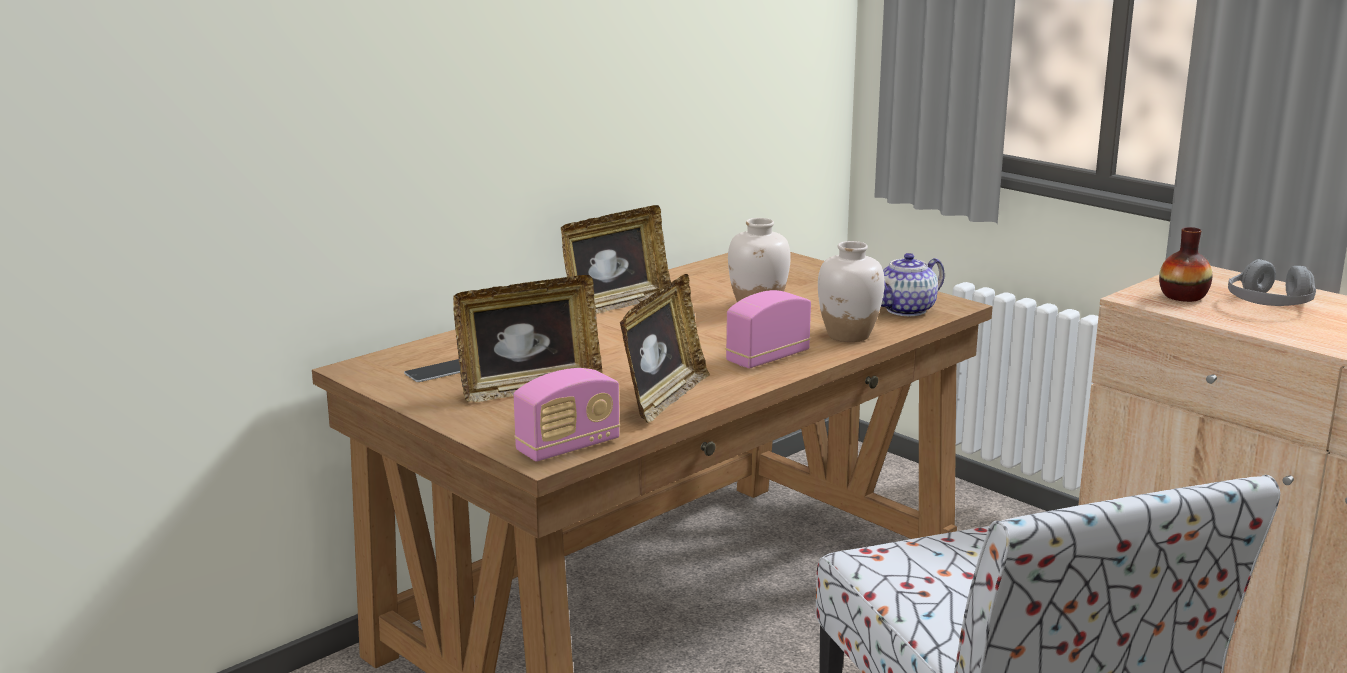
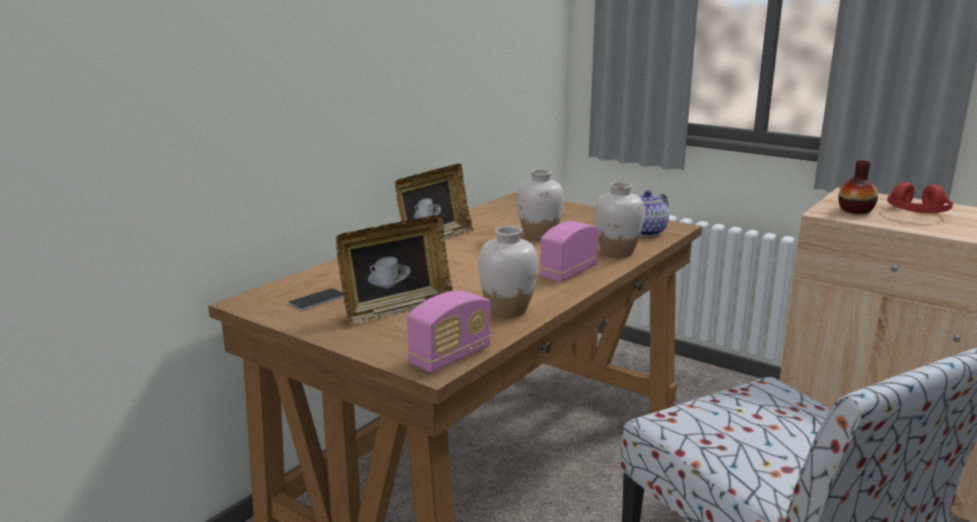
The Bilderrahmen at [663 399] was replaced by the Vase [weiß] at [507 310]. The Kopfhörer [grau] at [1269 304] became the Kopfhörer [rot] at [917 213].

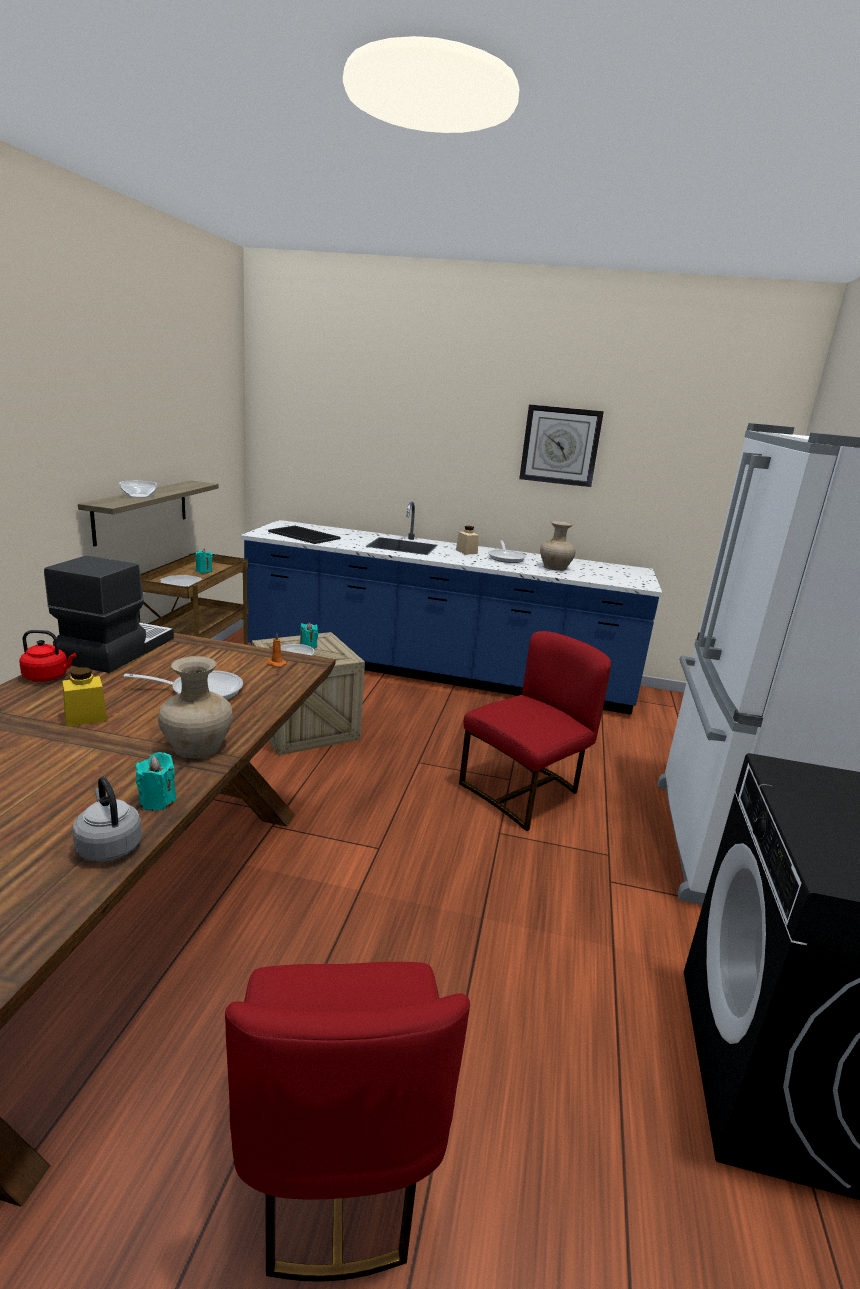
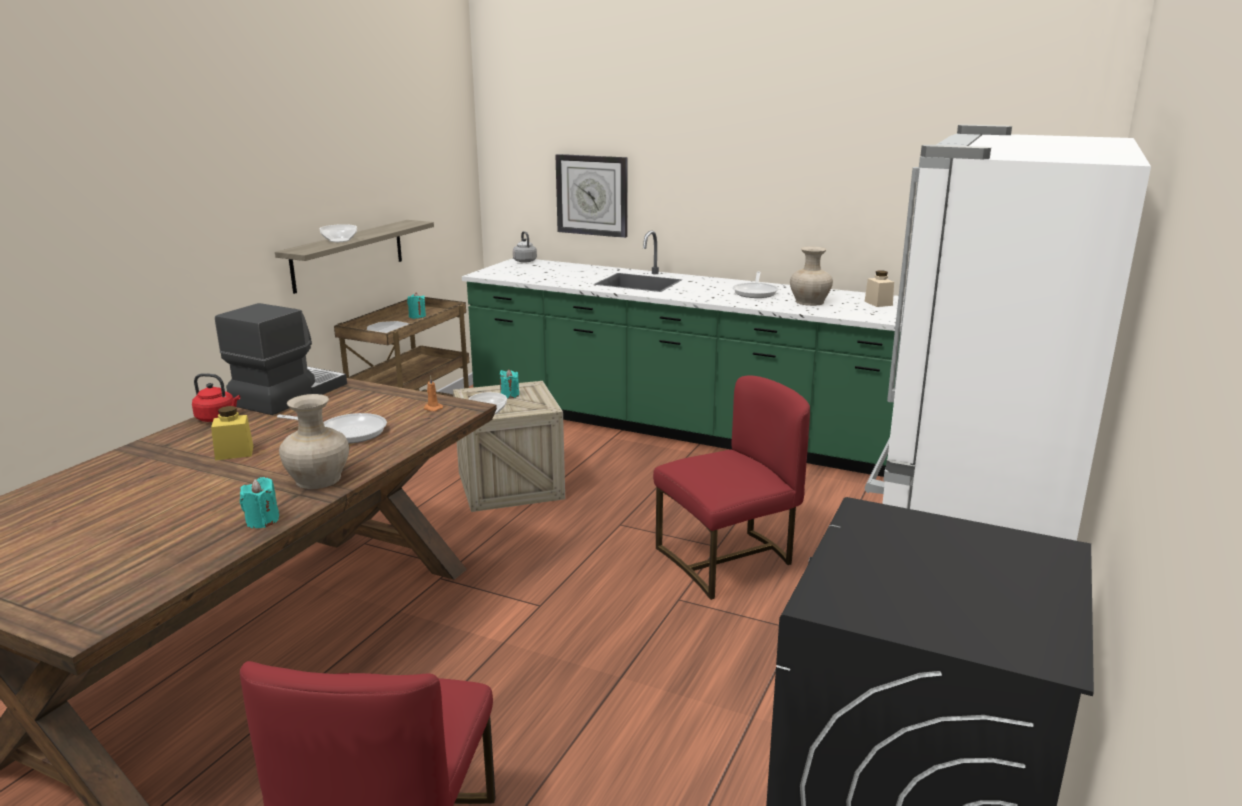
The Wasserkessel [grau] moved from [108 846] to [524 261]. The Küchenzeile [blau] at [437 671] became the Küchenzeile [grün] at [686 428]. The Tablett at [305 535] disappeared. The Vorratsglas [beige] moved from [466 552] to [878 303]. The Wanduhr moved from [560 445] to [592 195].

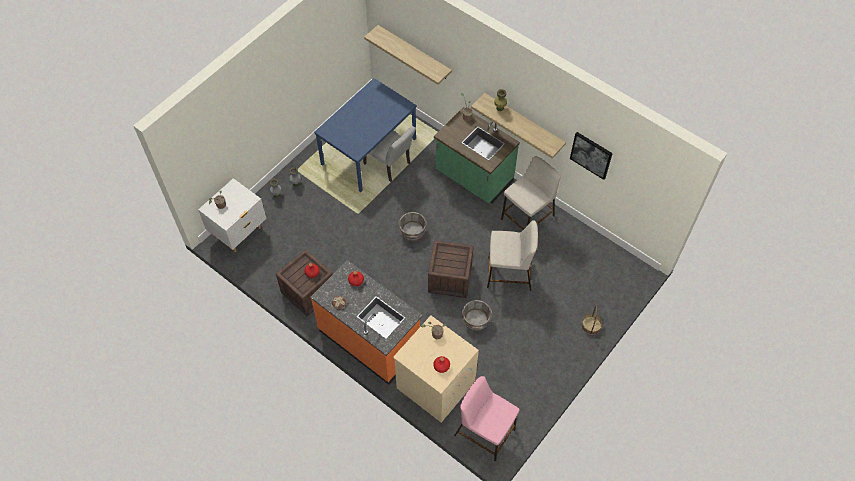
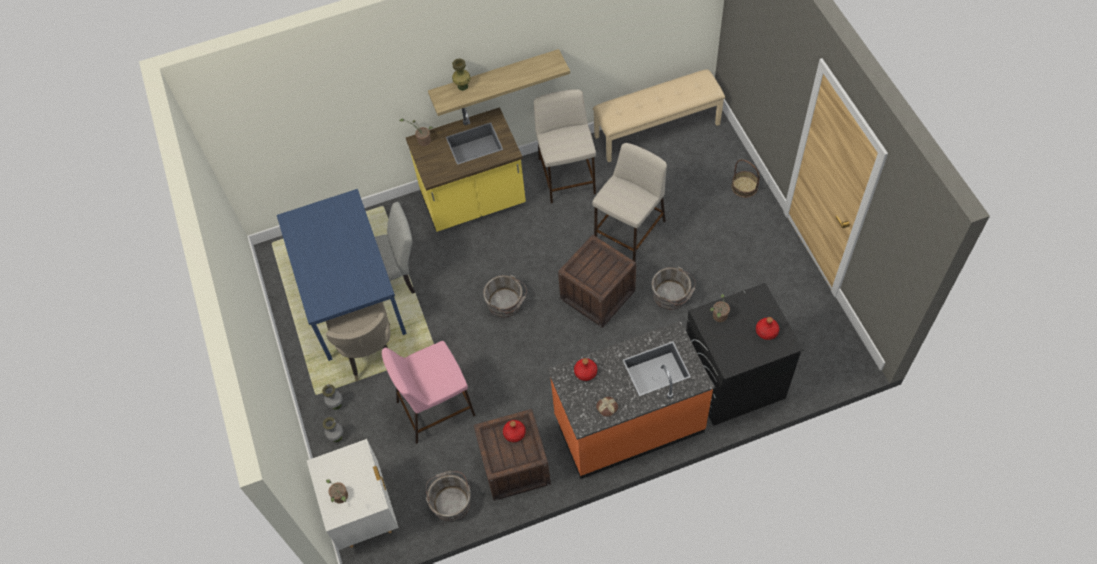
The Wandregal at [414 53] disappeared. The Waschmaschine [beige] at [435 385] became the Waschmaschine [schwarz] at [732 380]. The Küchenzeile [grün] at [473 177] became the Küchenzeile [gelb] at [473 202]. The Hocker [rosa] moved from [485 432] to [436 407]. The Bild at [591 155] disappeared. The Stuhl [beige] at [370 355] appeared. The Eimer [grau] at [451 501] appeared. The Bank [beige] at [657 129] appeared.

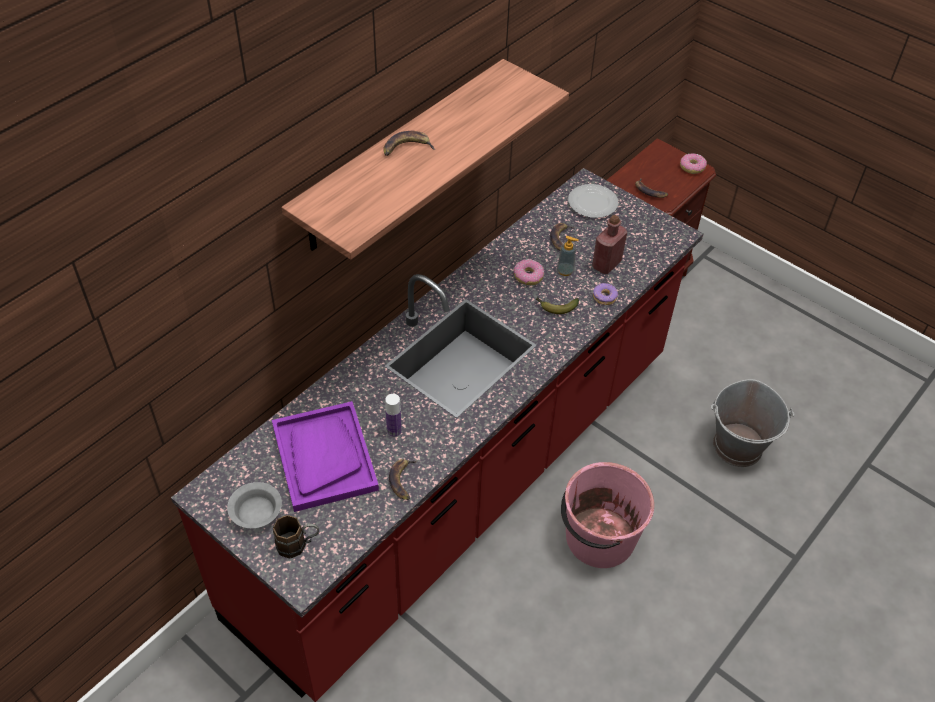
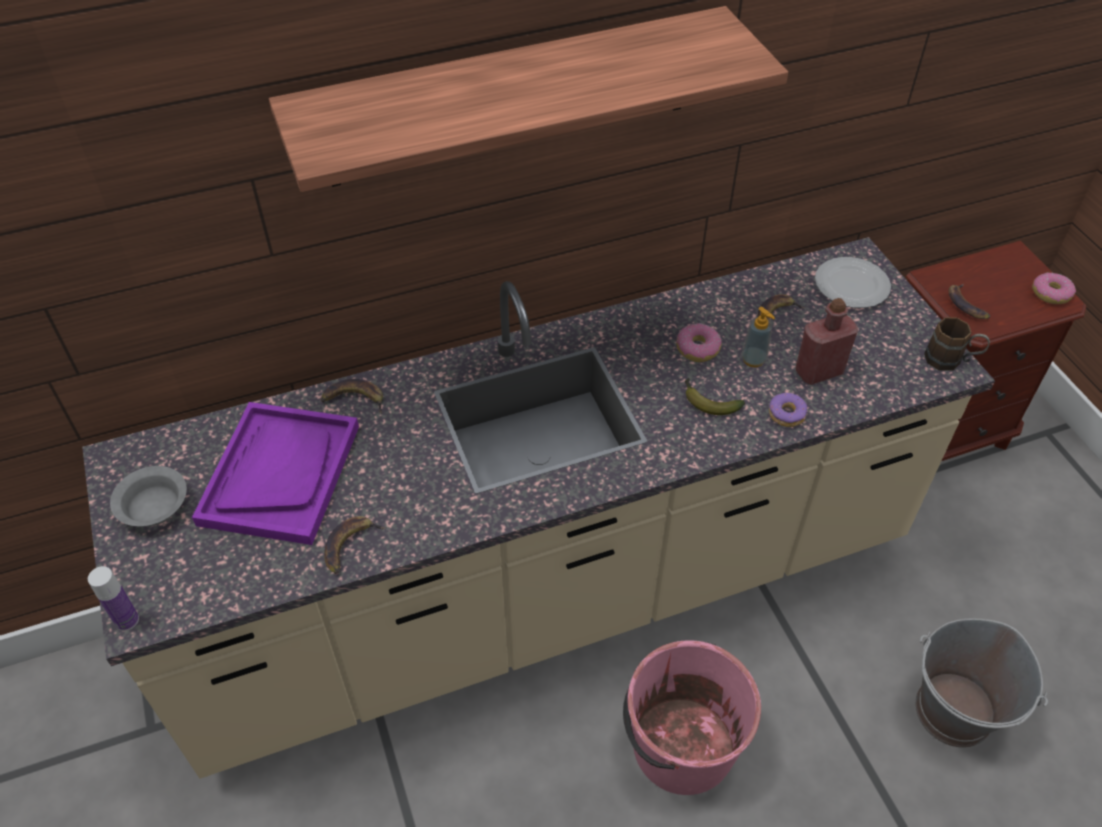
The Küchenzeile [rot] at [462 483] became the Küchenzeile [beige] at [551 592]. The Henkelbecher [braun] moved from [298 544] to [951 361]. The Banane moved from [406 147] to [354 399]. The Flasche moved from [394 431] to [127 620].

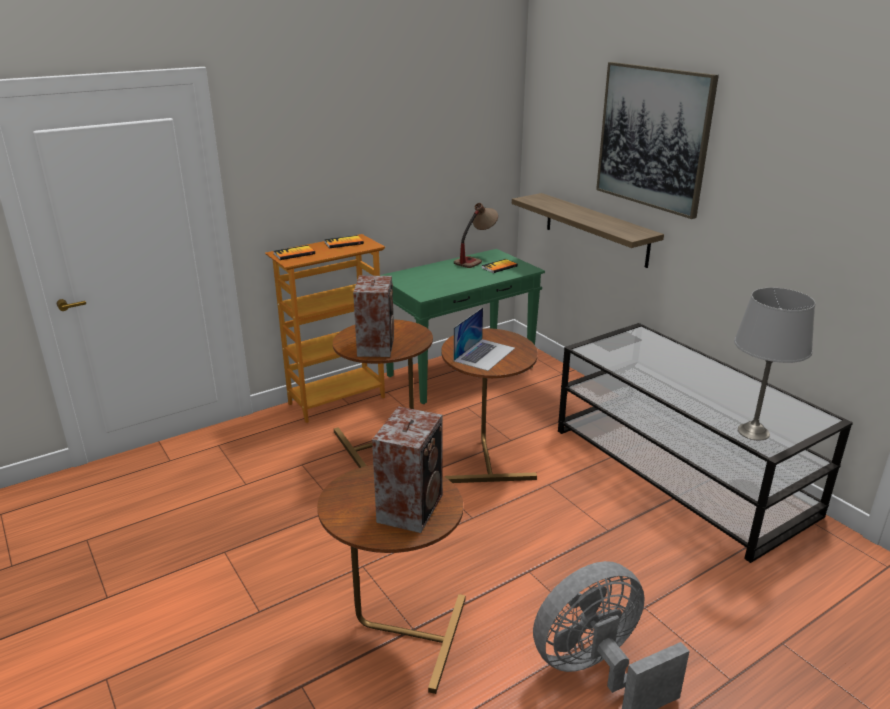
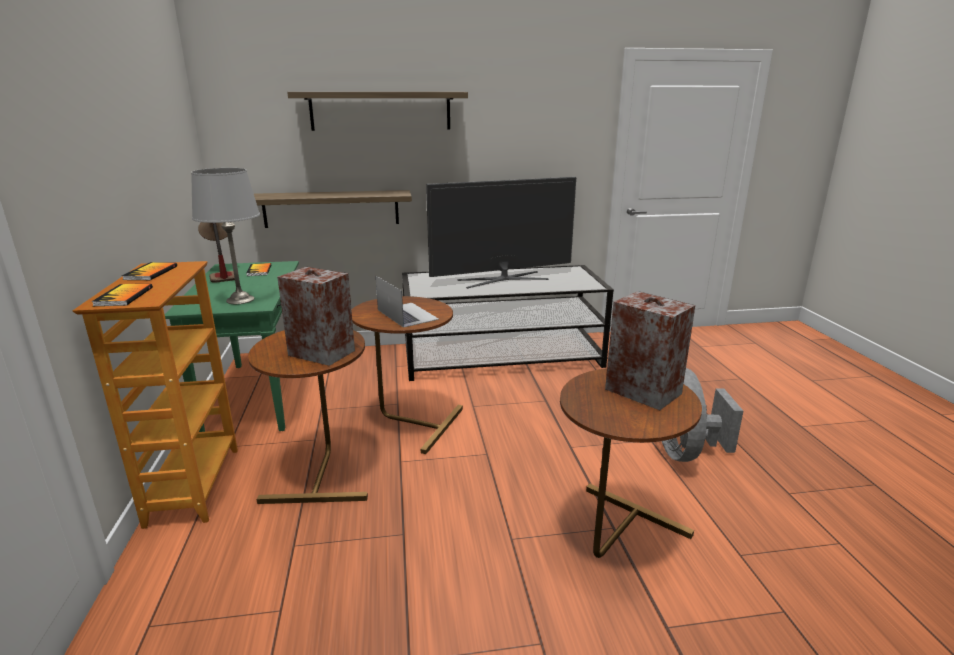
The Bild at [653 138] was replaced by the Wandregal at [380 111]. The Tischlampe [grau] moved from [752 432] to [239 300]. The Fernseher at [503 279] appeared.

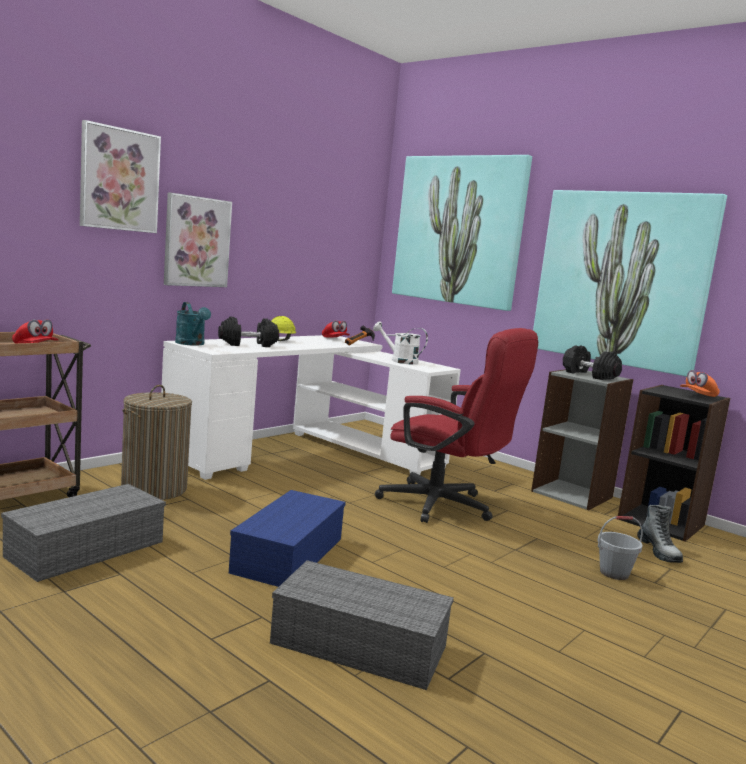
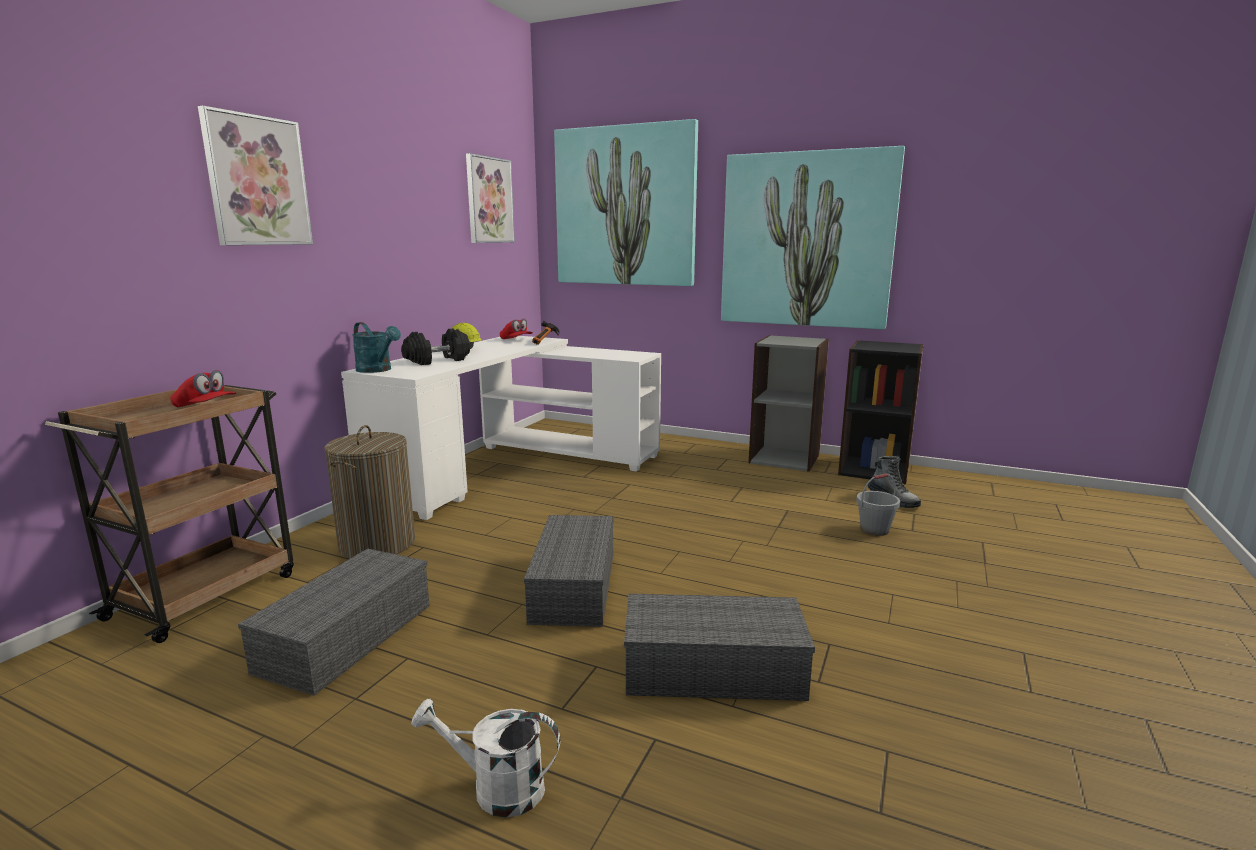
The Bild moved from [197 242] to [489 200]. The Aufbewahrungsbox [blau] at [288 554] became the Aufbewahrungsbox [grau] at [572 585]. The Gießkanne [weiß] moved from [399 361] to [496 788]. The Bürostuhl [rot] at [445 507] disappeared. The Hantel [schwarz] at [589 375] disappeared. The Kappe [orange] at [698 396] disappeared.

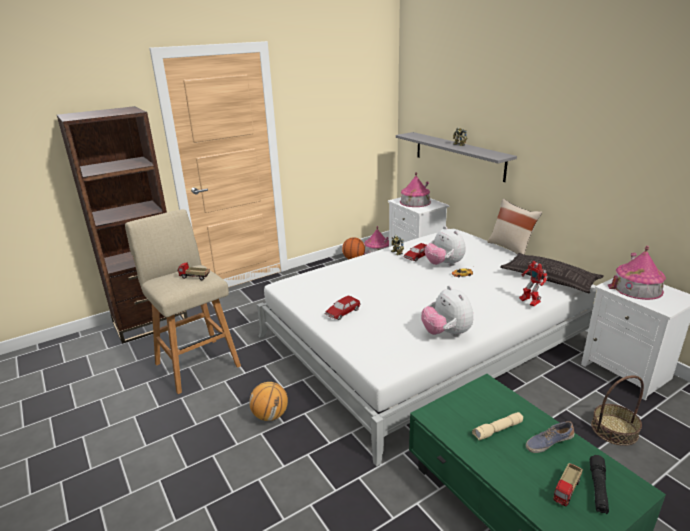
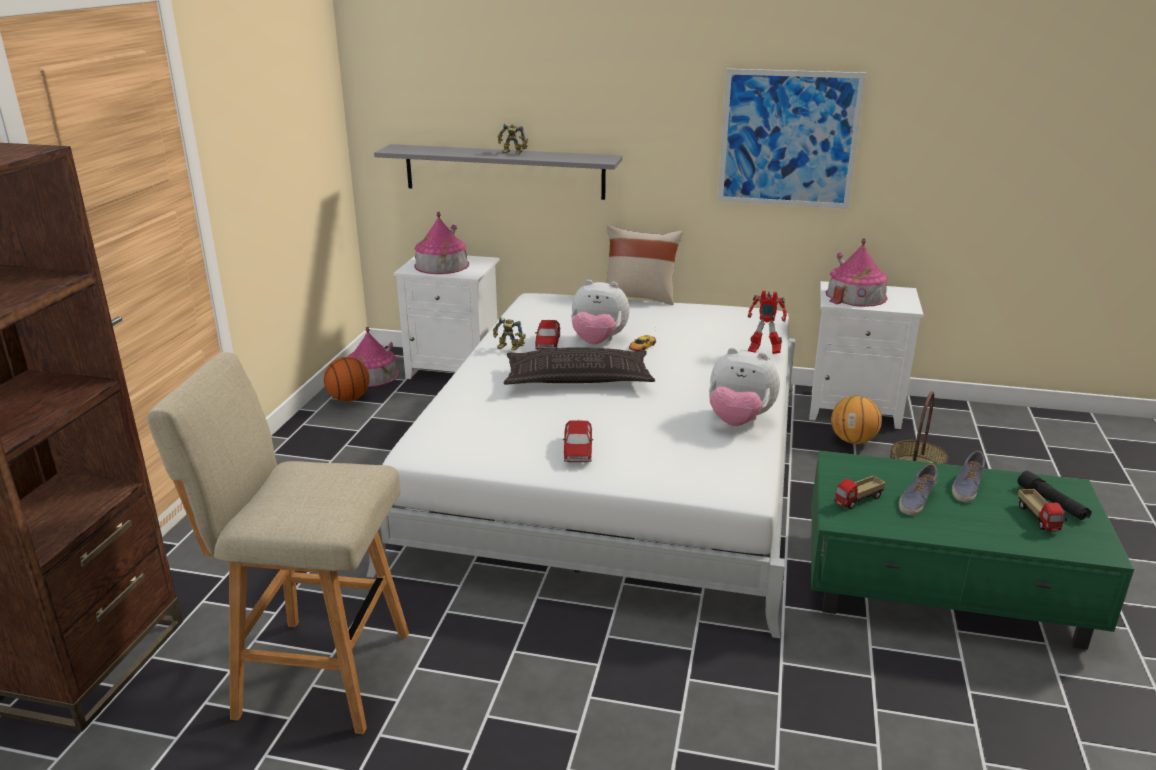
The Spielzeuglaster moved from [194 277] to [858 500]. The Basketball moved from [270 415] to [853 440]. The Taschenlampe [beige] at [497 430] was replaced by the Schuh at [916 500]. The Kissen moved from [549 278] to [578 378]. The Bild at [788 139] appeared.

